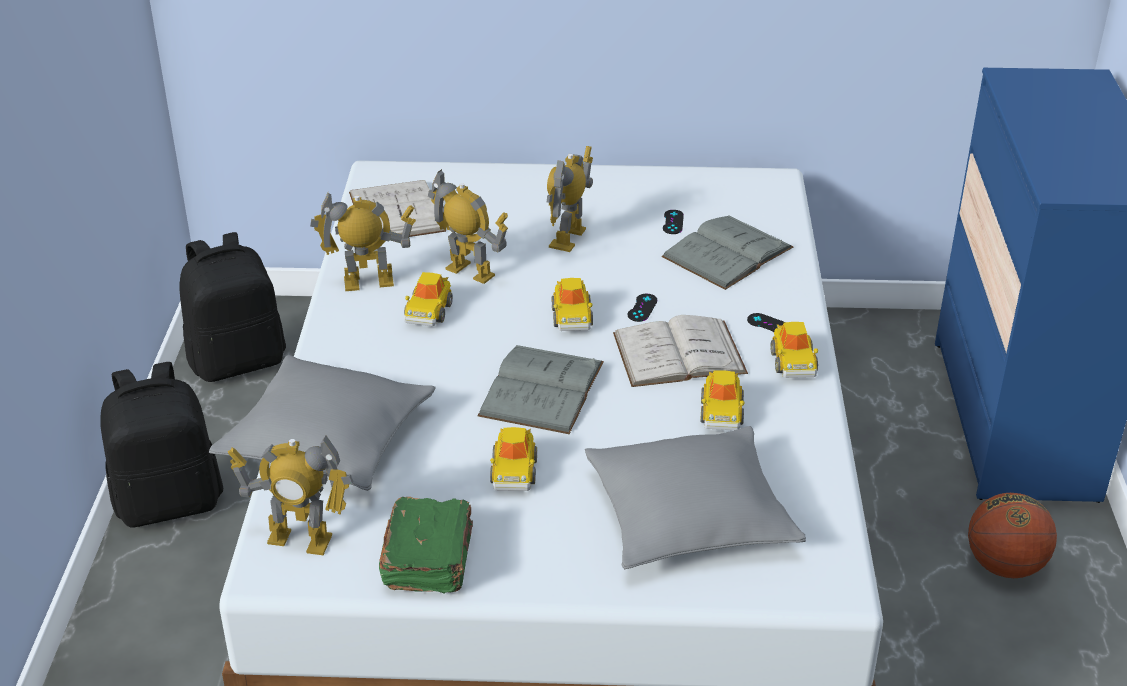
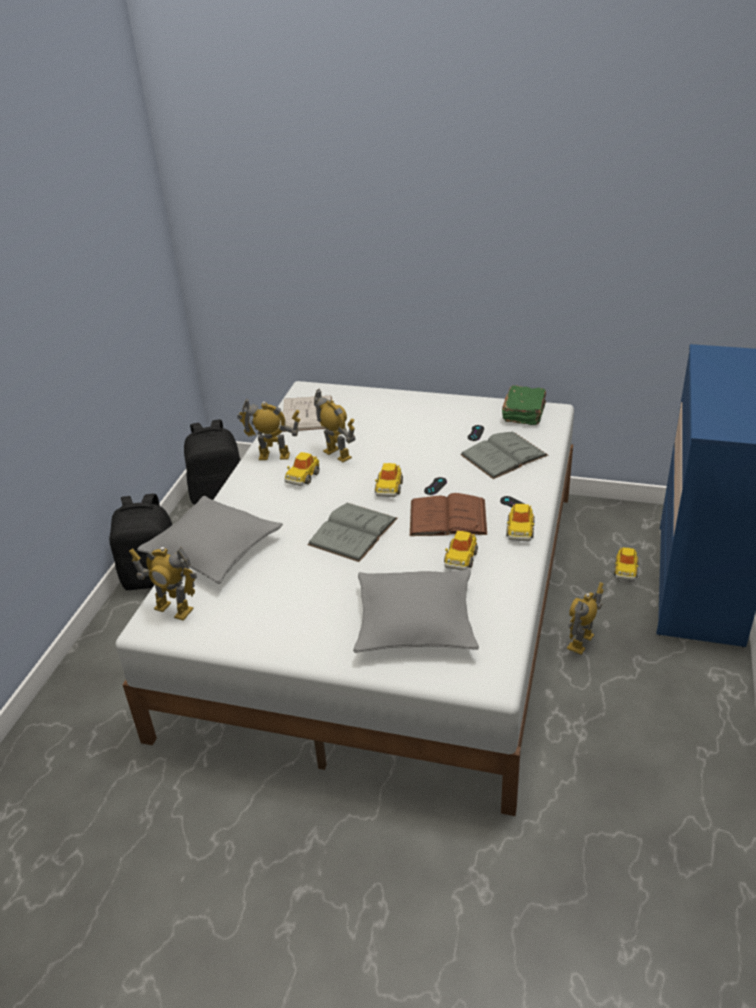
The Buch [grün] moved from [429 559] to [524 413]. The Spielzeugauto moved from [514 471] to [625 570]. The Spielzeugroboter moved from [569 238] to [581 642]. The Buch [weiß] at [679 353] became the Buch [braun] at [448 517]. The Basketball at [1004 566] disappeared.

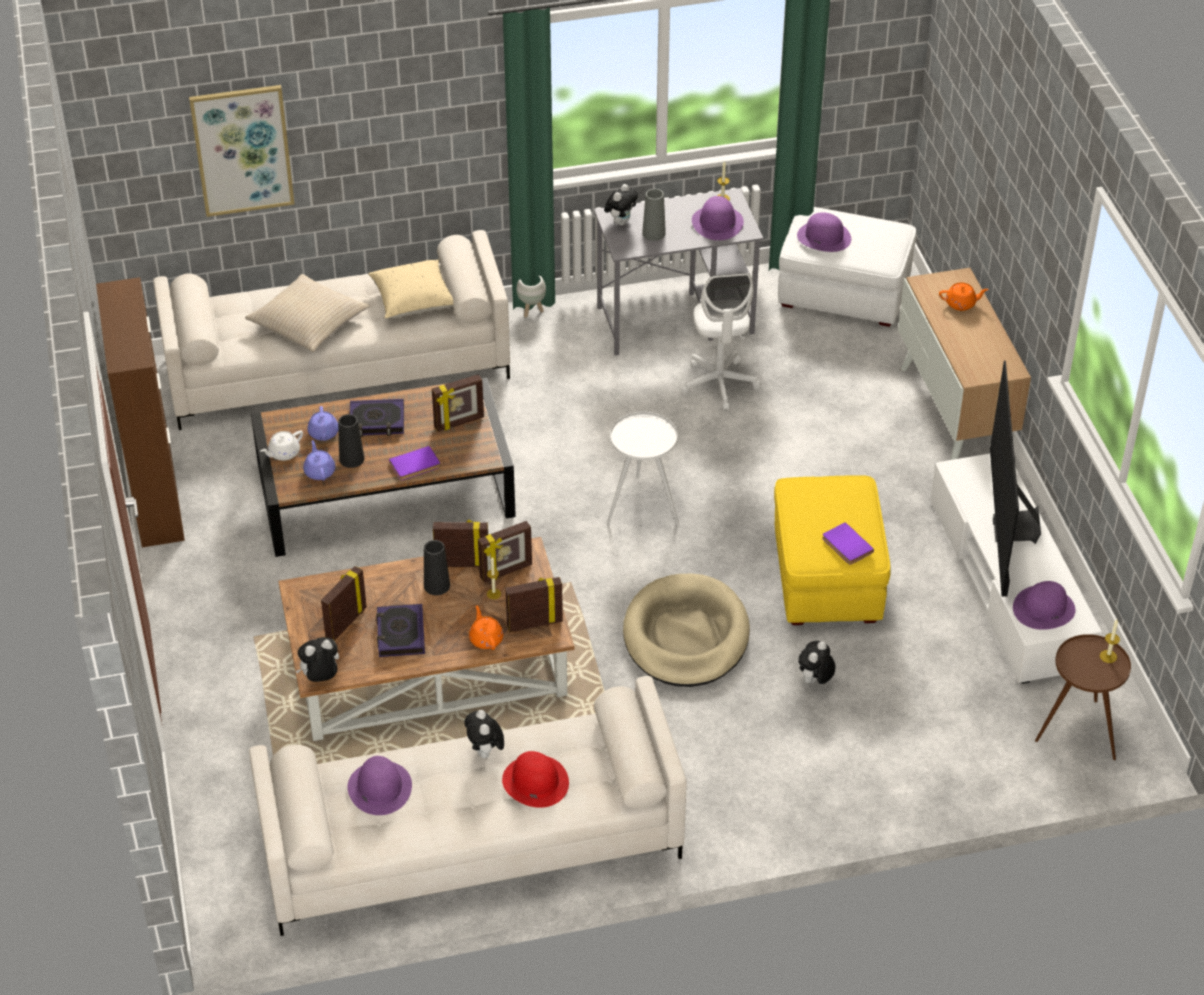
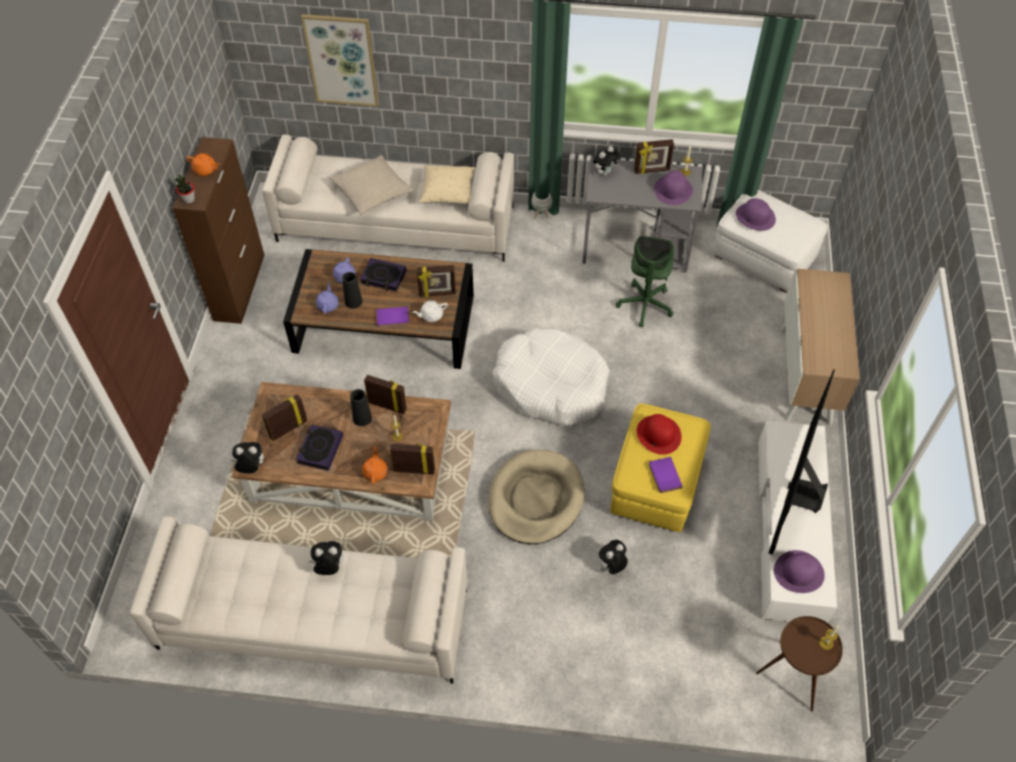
The Teekanne [weiß] moved from [283 453] to [431 315]. The Hut [lila] at [379 787] disappeared. The Plüschtier at [485 752] turned 75 degrees clockwise. The Bilderrahmen moved from [506 572] to [652 170]. The Hut [rot] moved from [535 781] to [658 434]. The Beistelltisch [weiß] at [642 505] was replaced by the Hundebett [weiß] at [550 385]. The Vase [grau] at [653 233] disappeared. The Bürostuhl [weiß] at [719 384] became the Bürostuhl [grün] at [645 305]. The Teekanne [orange] moved from [961 304] to [205 170]. The Topfpflanze at [188 199] appeared.

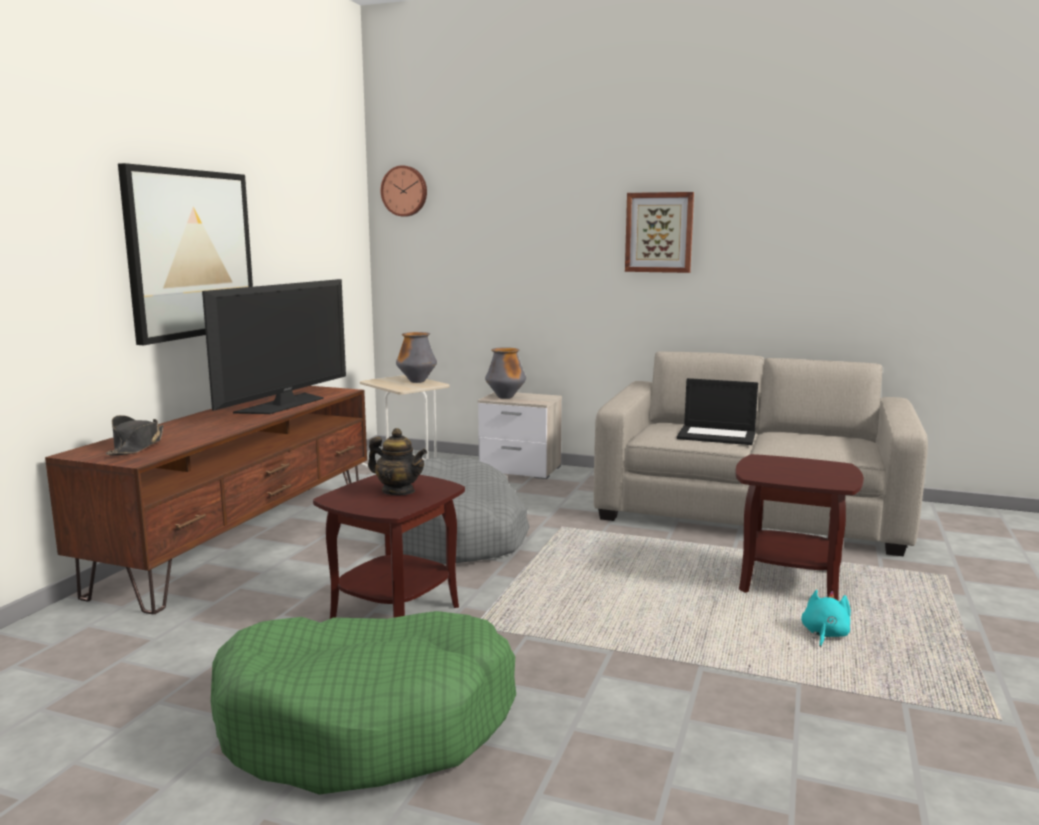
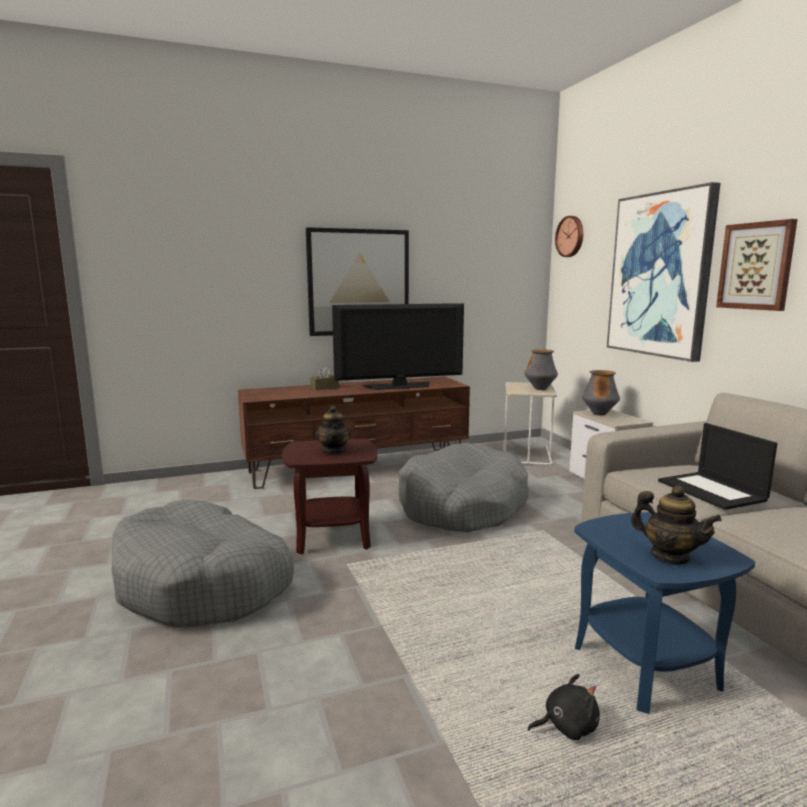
The Hut [schwarz] at [137 446] disappeared. The Hundebett [grün] at [367 723] became the Hundebett [grau] at [203 583]. The Beistelltisch [braun] at [789 581] became the Beistelltisch [blau] at [646 666]. The Plüschtier [türkis] at [824 634] became the Plüschtier [schwarz] at [566 726]. The Taschentuchbox [braun] at [324 387] appeared. The Bild at [660 275] appeared. The Teekanne at [670 556] appeared.

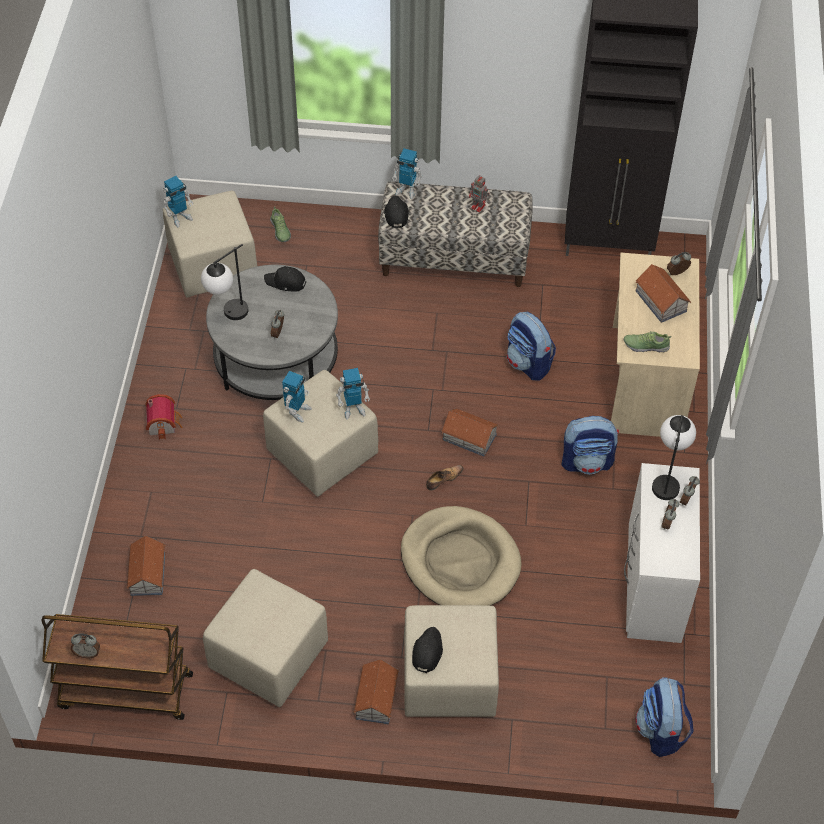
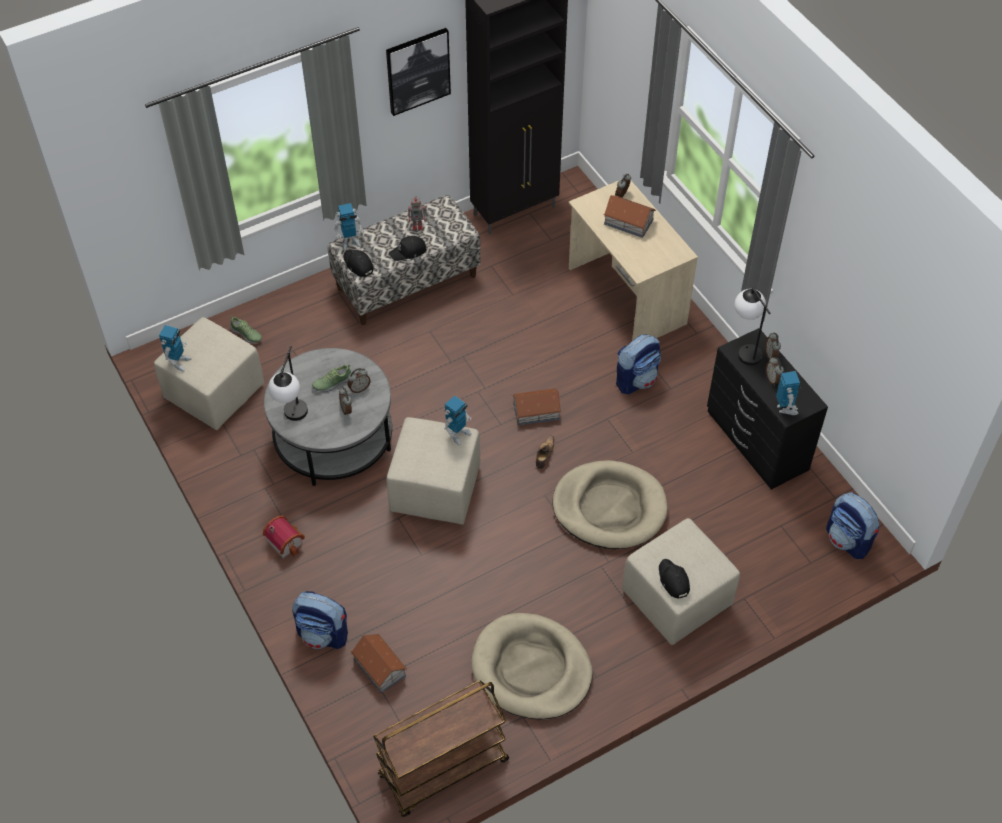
The Wecker moved from [87 653] to [359 388]. The Polsterhocker [beige] at [268 657] was replaced by the Hundebett [beige] at [531 669]. The Kappe [schwarz] moved from [285 282] to [408 251]. The Spielzeugroboter moved from [297 411] to [785 408]. The Spielzeughaus at [376 699] disappeared. The Rucksack moved from [528 363] to [323 634]. The Schuh moved from [645 345] to [332 382]. The Kommode [weiß] at [652 585] became the Kommode [schwarz] at [756 441]. The Bild at [417 70] appeared.

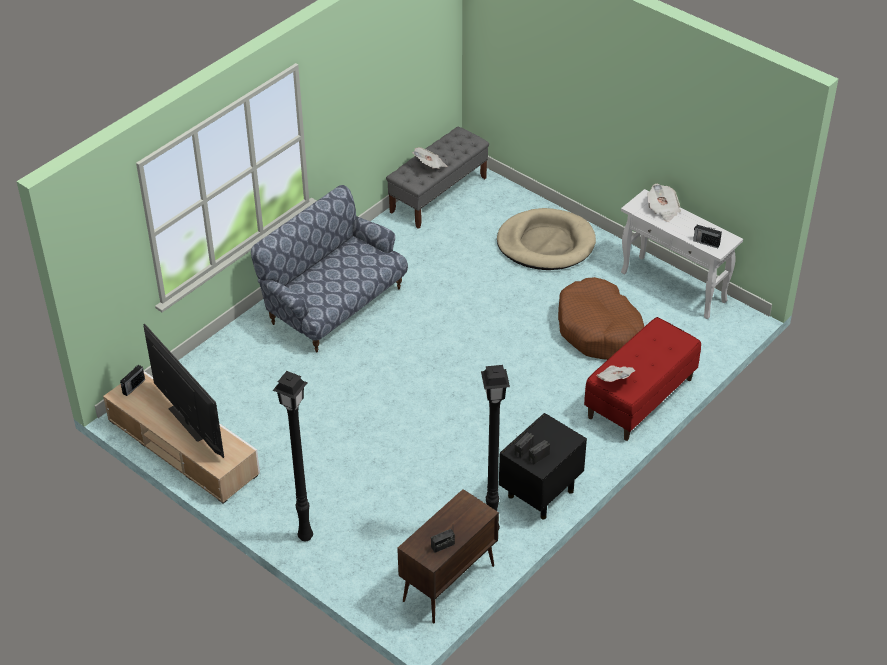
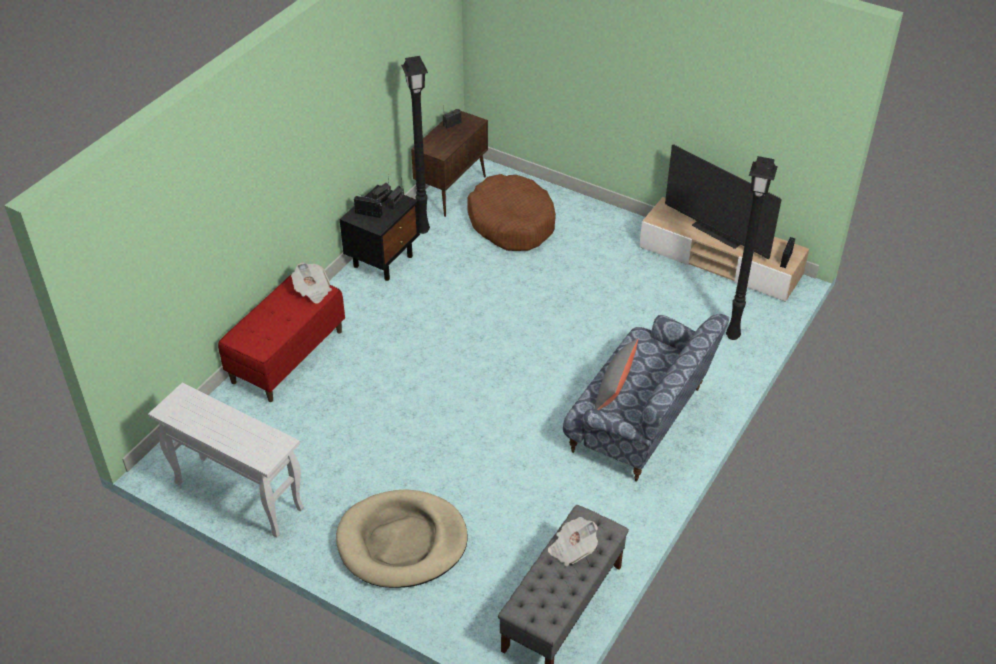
The Stehlampe [schwarz] moved from [305 535] to [733 336]. The Hundebett [braun] moved from [599 330] to [511 223]. The Zeitung at [663 210] disappeared. The Radio moved from [705 242] to [369 214]. The Kissen [grau] at [614 387] appeared.

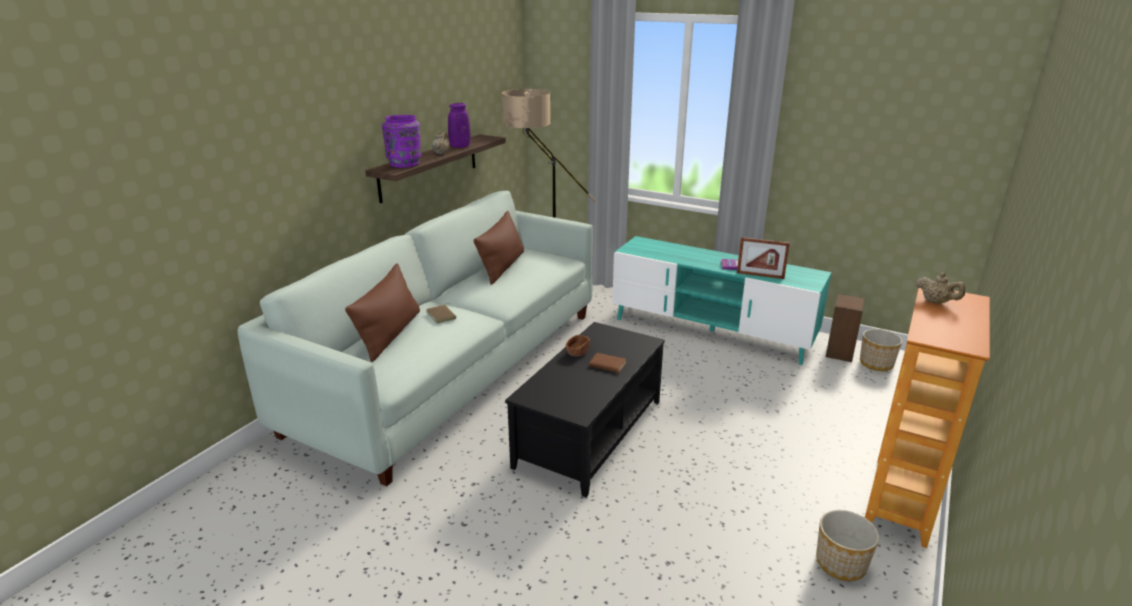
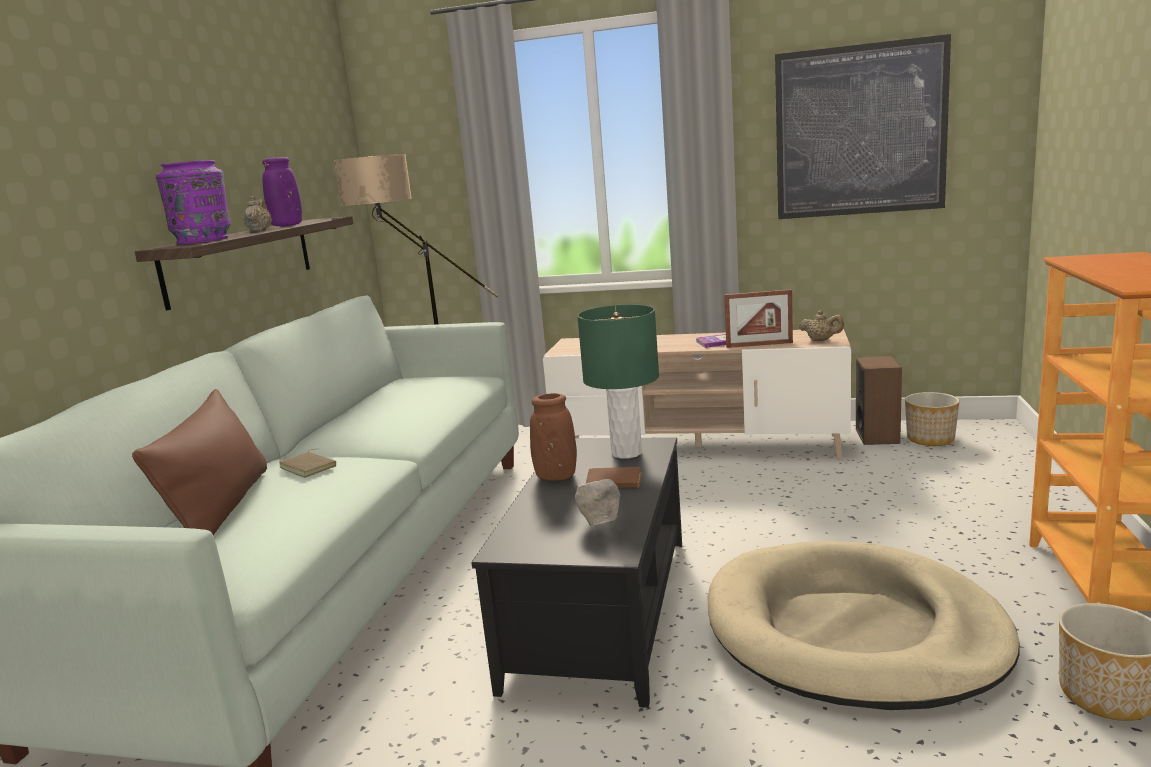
The Kissen [braun] at [502 267] disappeared. The Schüssel [braun] at [577 352] was replaced by the Vase [braun] at [556 476]. The Fernsehschrank [türkis] at [711 331] became the Fernsehschrank [beige] at [698 447]. The Teekanne [beige] moved from [936 302] to [821 340]. The Schüssel [grau] at [600 523] appeared. The Tischlampe [grün] at [626 453] appeared. The Hundebett [beige] at [852 631] appeared. The Bild at [859 131] appeared.

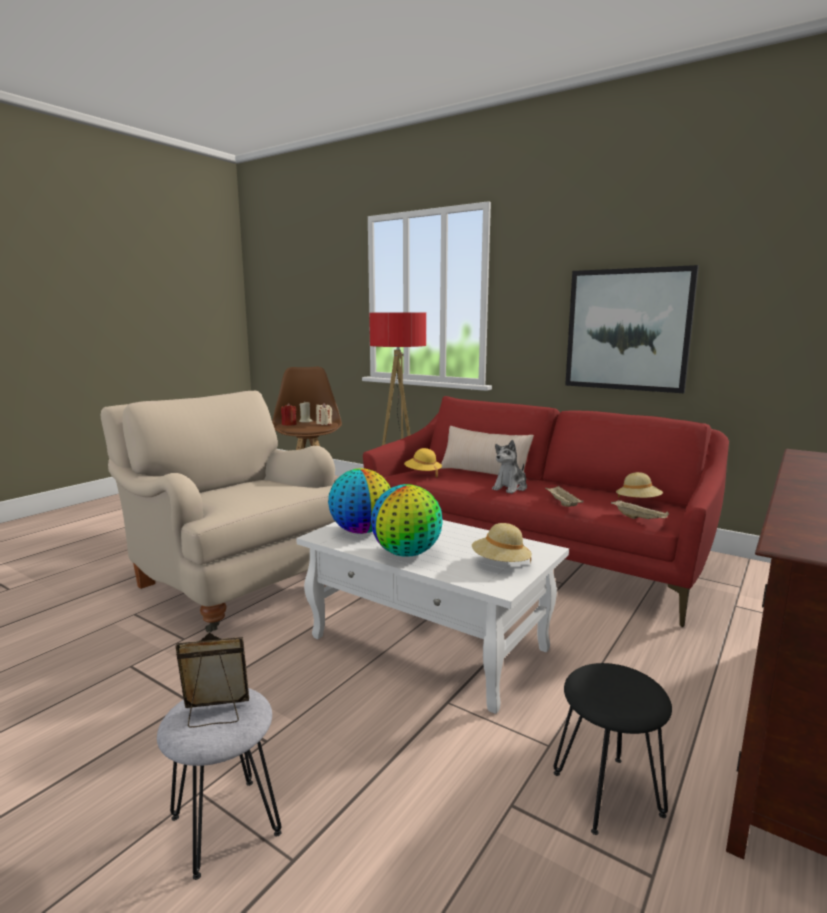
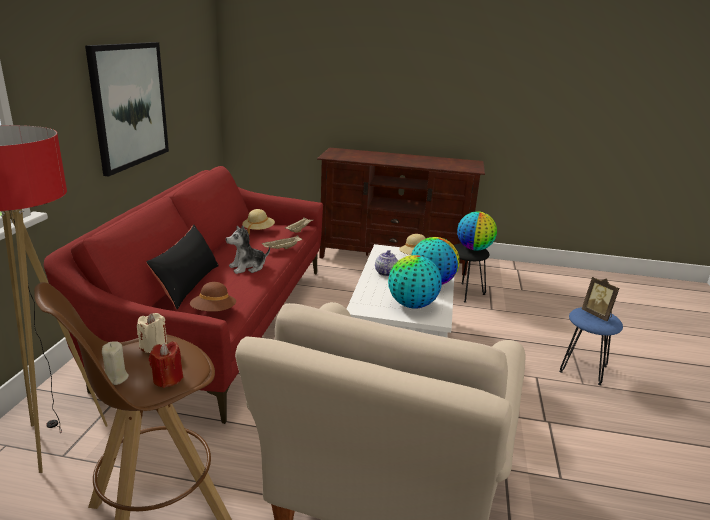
The Hocker [grau] at [224 825] became the Hocker [blau] at [583 369]. The Hut [gelb] at [423 474] became the Hut [braun] at [214 312]. The Kissen [beige] at [484 472] became the Kissen [schwarz] at [187 284]. The Plüschtier at [510 488] turned 135 degrees clockwise. The Teekanne at [385 272] appeared. The Globus at [474 249] appeared.

